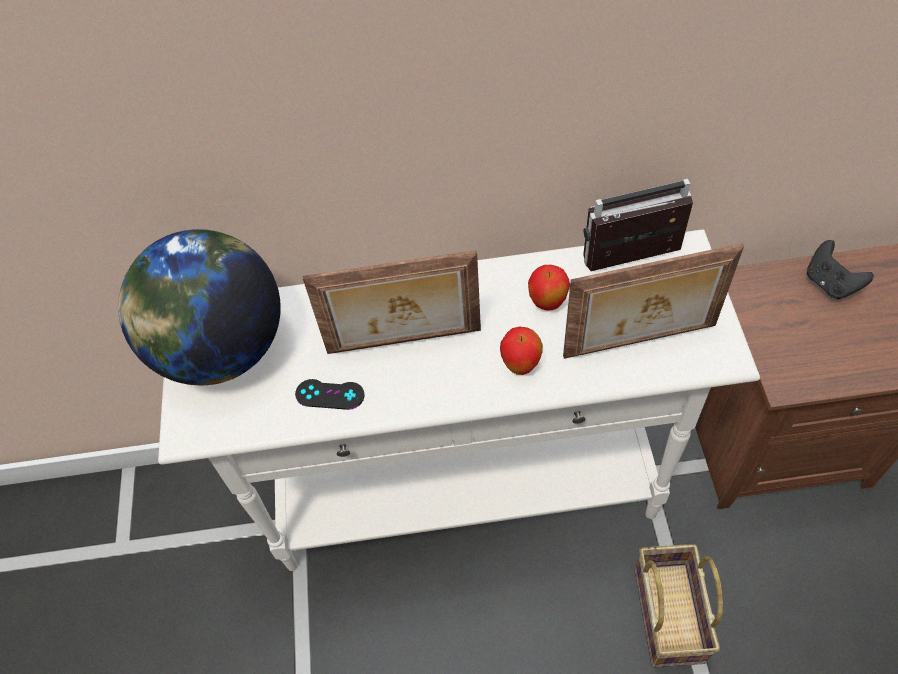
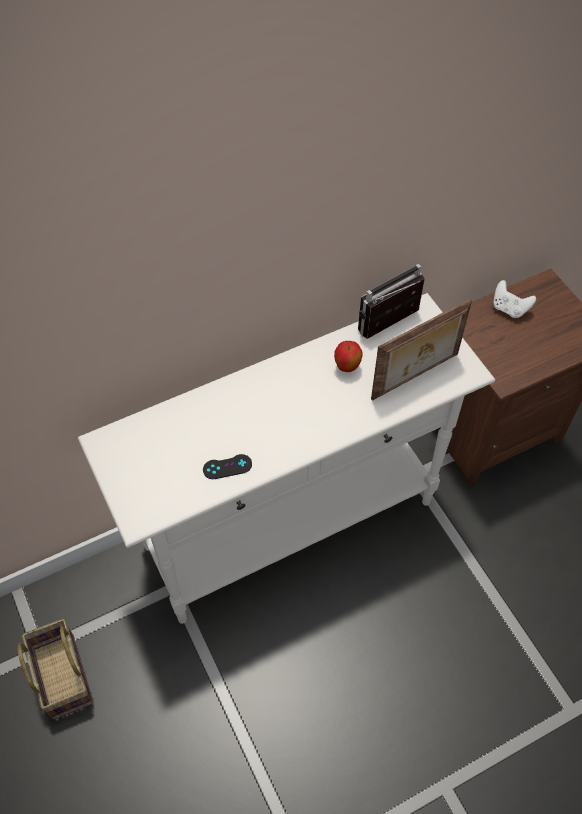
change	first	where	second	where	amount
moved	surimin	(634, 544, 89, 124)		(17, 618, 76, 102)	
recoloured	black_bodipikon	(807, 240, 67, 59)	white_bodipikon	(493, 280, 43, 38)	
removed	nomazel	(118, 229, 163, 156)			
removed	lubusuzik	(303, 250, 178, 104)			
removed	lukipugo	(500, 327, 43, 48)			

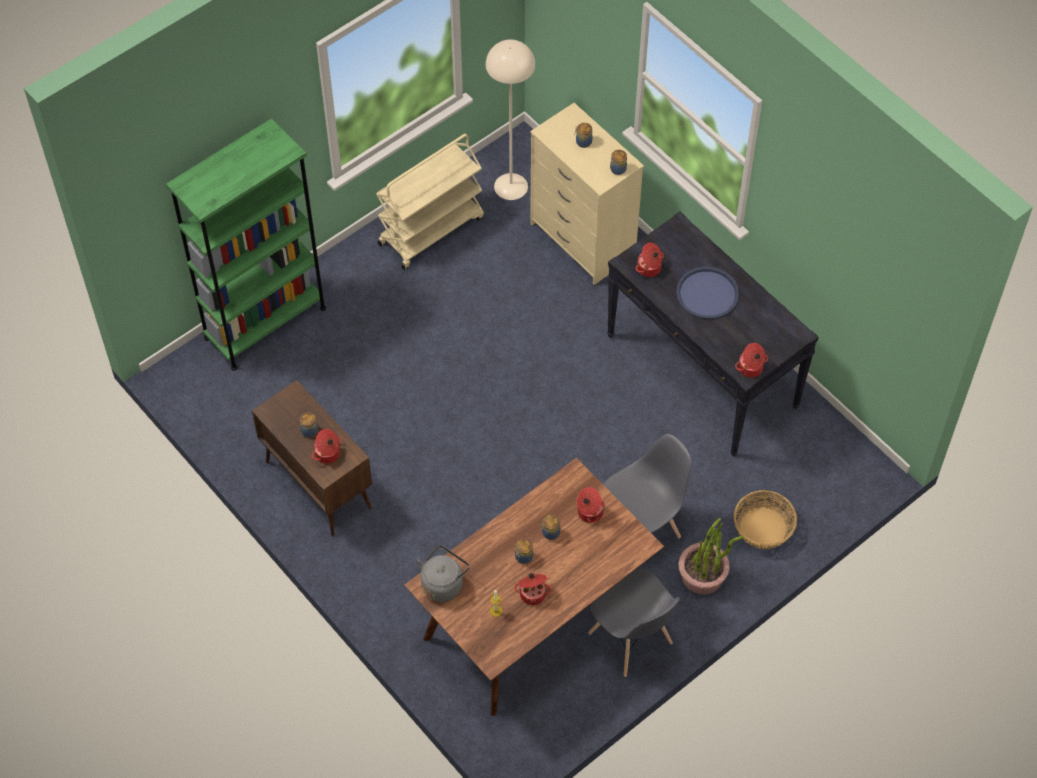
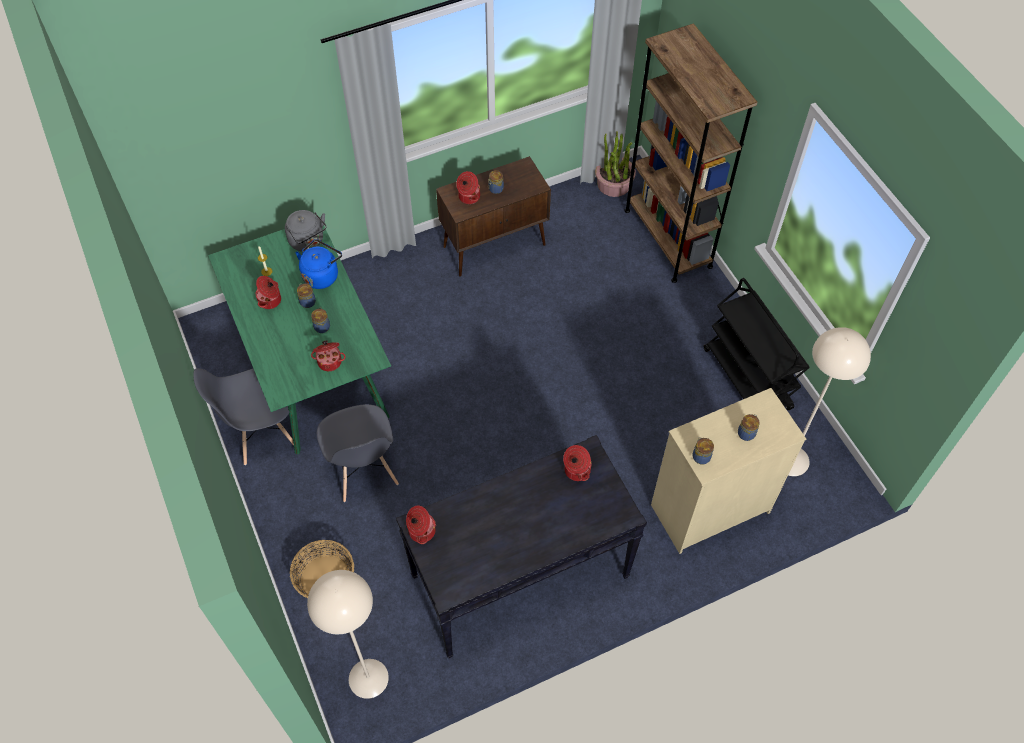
change	first	where	second	where	amount
recoloured	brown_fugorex	(404, 458, 260, 258)	green_fugorex	(208, 219, 183, 235)	
added			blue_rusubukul	(296, 239, 46, 50)	
added			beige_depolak	(307, 570, 82, 129)	
moved	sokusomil	(679, 518, 65, 77)		(595, 131, 41, 66)	
recoloured	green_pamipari	(166, 118, 160, 252)	brown_pamipari	(624, 23, 134, 260)	
recoloured	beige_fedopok	(376, 134, 108, 136)	black_fedopok	(704, 278, 106, 132)	
removed	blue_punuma	(676, 267, 63, 52)			

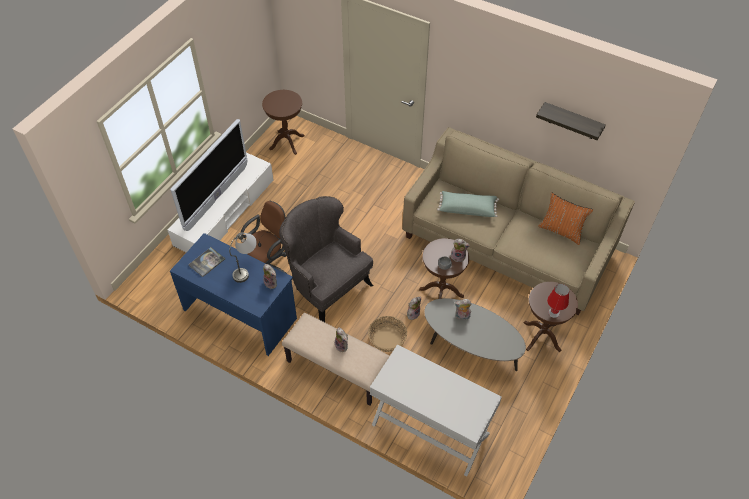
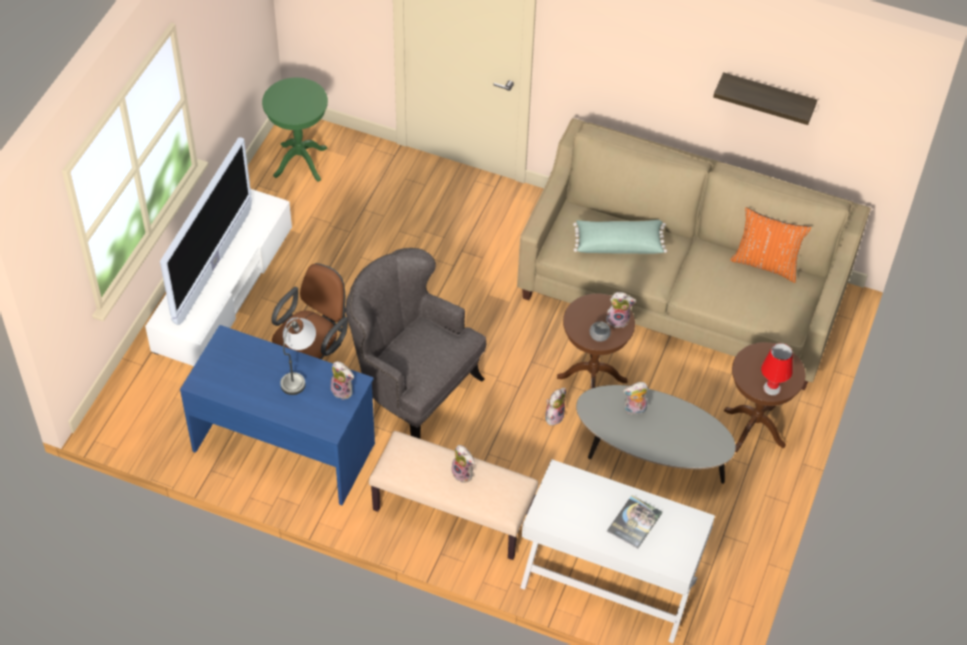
change	first	where	second	where	amount
recoloured	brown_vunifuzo	(262, 90, 43, 65)	green_vunifuzo	(262, 78, 66, 104)	
moved	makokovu	(188, 247, 37, 30)		(607, 495, 55, 53)	
removed	surimin	(368, 316, 39, 36)			

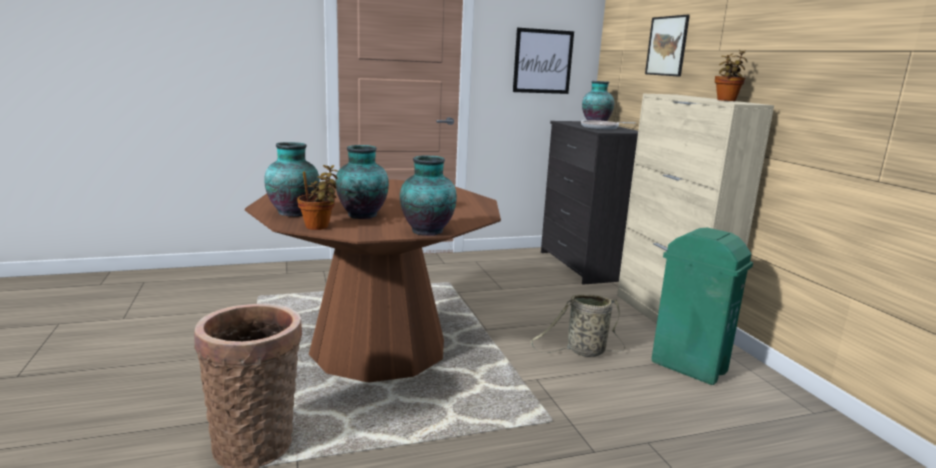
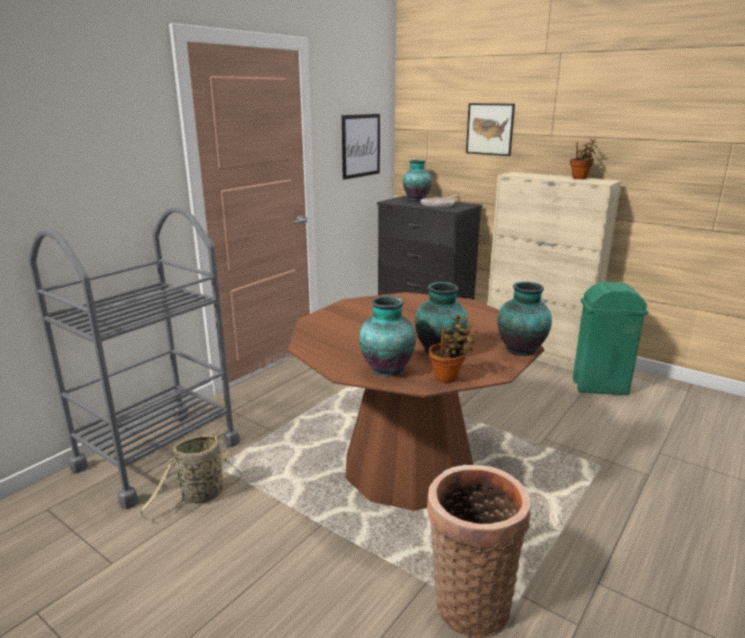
change	first	where	second	where	amount
added			grey_fedopok	(28, 207, 212, 302)	
moved	surimin	(530, 294, 95, 63)		(139, 433, 103, 88)	

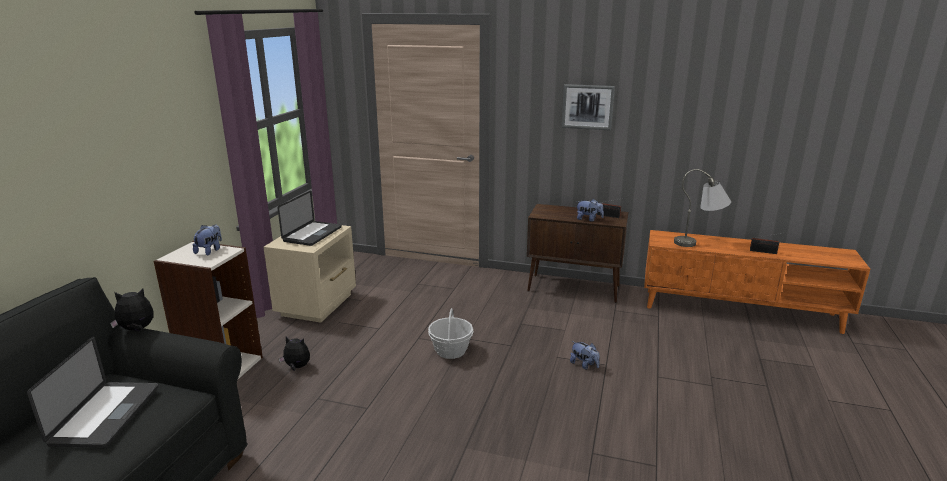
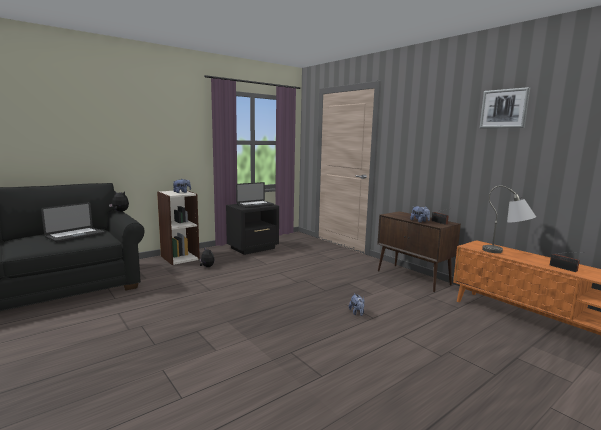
change	first	where	second	where	amount
recoloured	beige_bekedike	(263, 225, 93, 98)	black_bekedike	(226, 204, 53, 51)	
moved	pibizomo	(562, 84, 53, 46)		(480, 87, 50, 41)	
removed	surimin	(428, 308, 46, 51)			

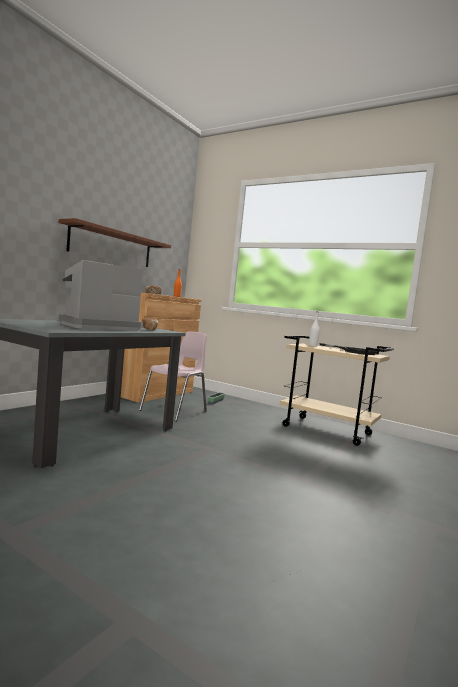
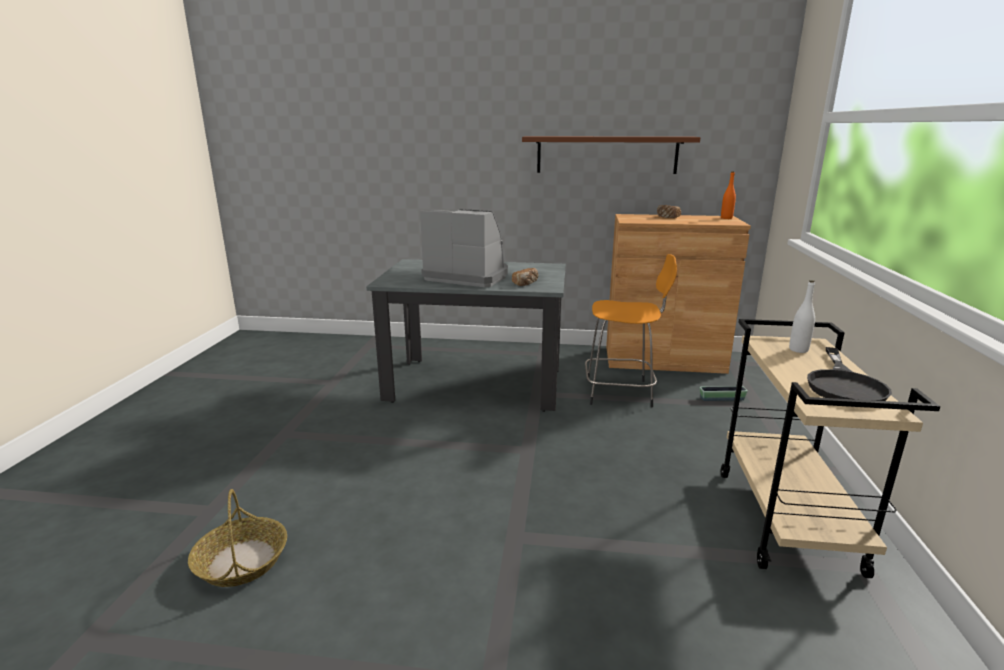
change	first	where	second	where	amount
added			surimin	(188, 489, 99, 98)	
replaced	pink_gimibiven	(139, 331, 68, 90)	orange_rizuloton	(585, 254, 92, 153)	

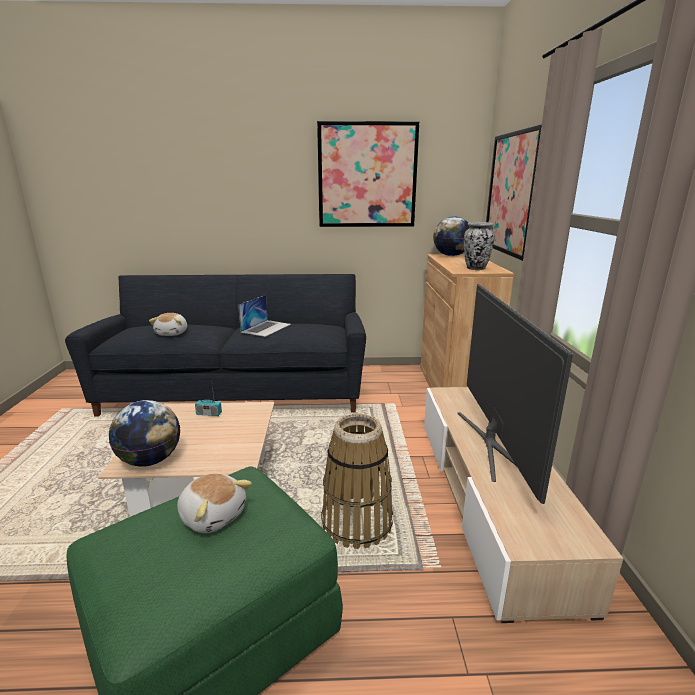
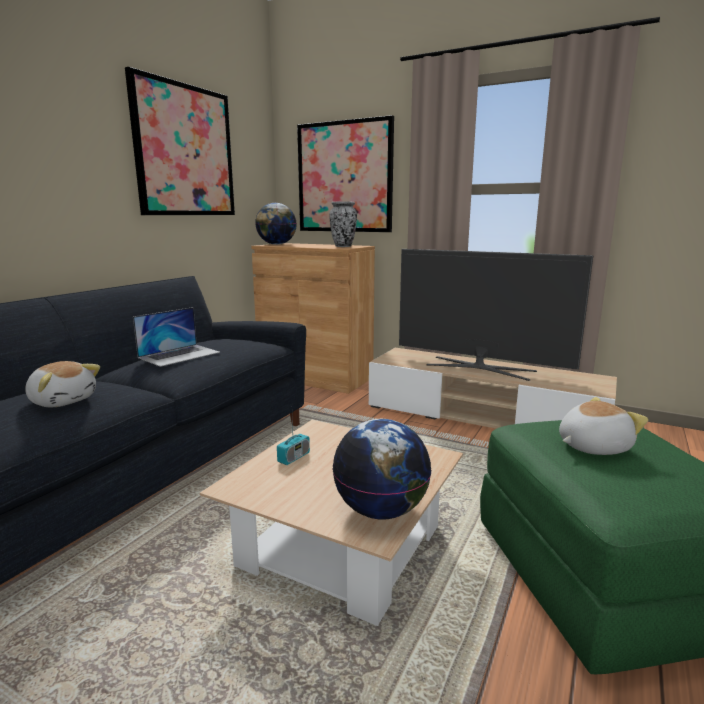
change	first	where	second	where	amount
turned	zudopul	(238, 295, 53, 42)		(133, 307, 87, 60)	75 degrees clockwise
removed	surimin	(321, 414, 72, 135)			

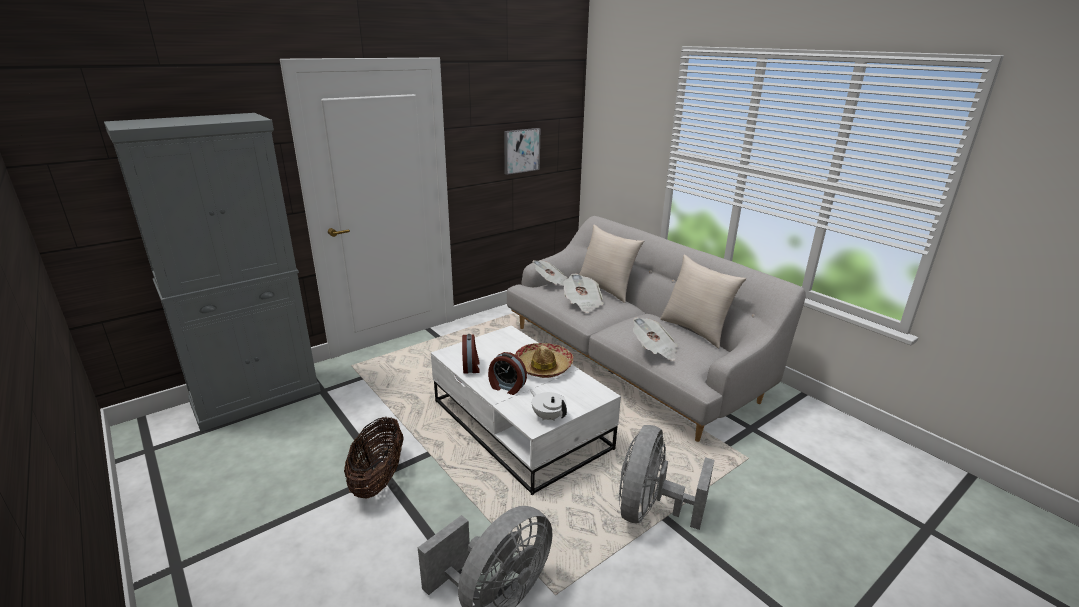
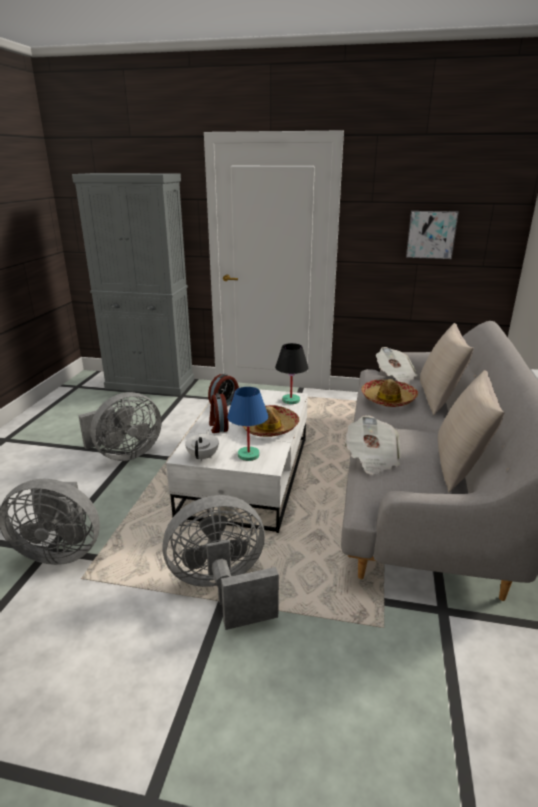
change	first	where	second	where	amount
replaced	surimin	(344, 417, 60, 82)	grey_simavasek	(78, 392, 83, 69)	
added			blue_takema	(227, 387, 41, 74)	
added			black_takema	(275, 343, 33, 61)	
replaced	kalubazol	(563, 274, 41, 39)	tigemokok	(361, 379, 57, 28)	

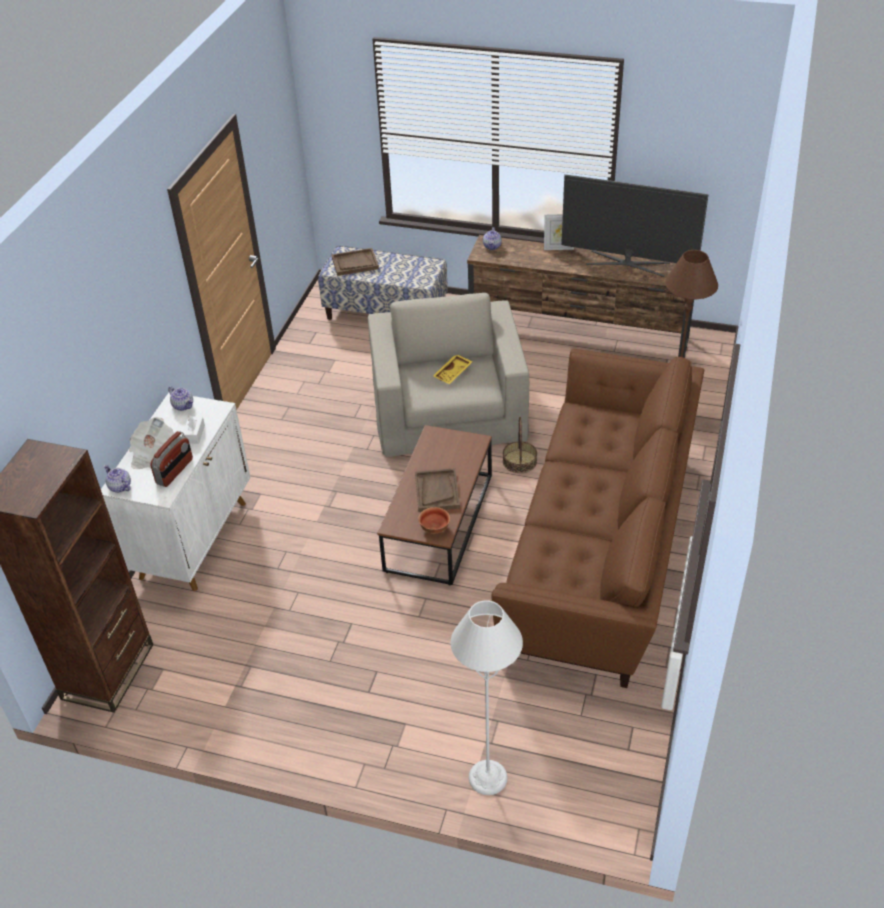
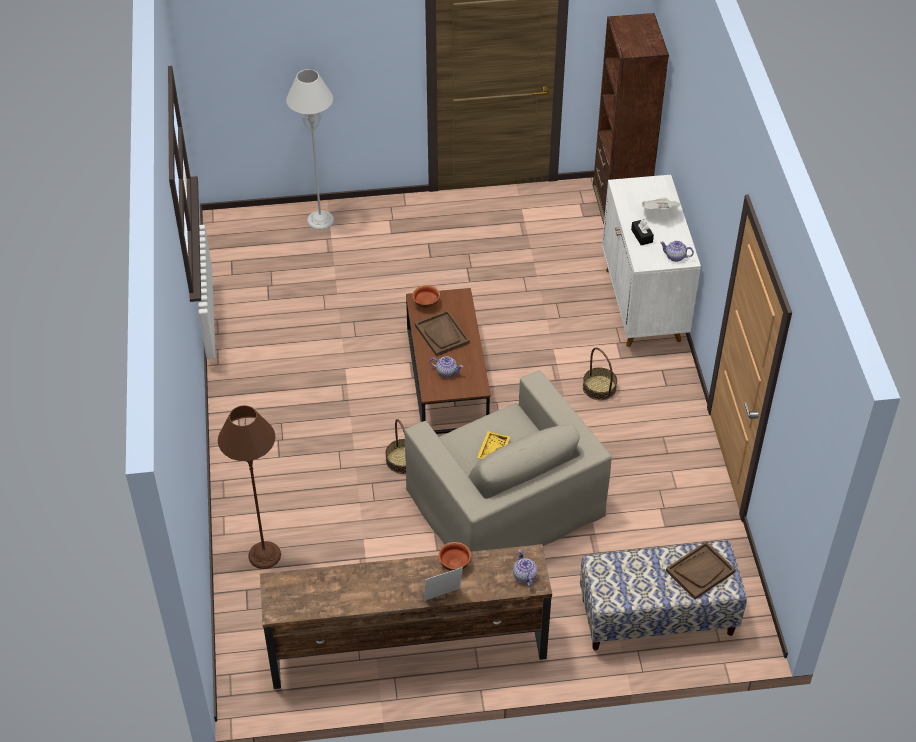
change	first	where	second	where	amount
moved	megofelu	(104, 465, 27, 28)		(430, 356, 33, 21)	
added			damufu	(438, 542, 33, 29)	
added			surimin	(583, 347, 34, 53)	
recoloured	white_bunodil	(182, 415, 23, 29)	black_bunodil	(631, 219, 23, 26)	
removed	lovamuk	(150, 431, 43, 56)			
removed	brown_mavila	(491, 349, 213, 339)			
removed	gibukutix	(561, 174, 148, 103)			

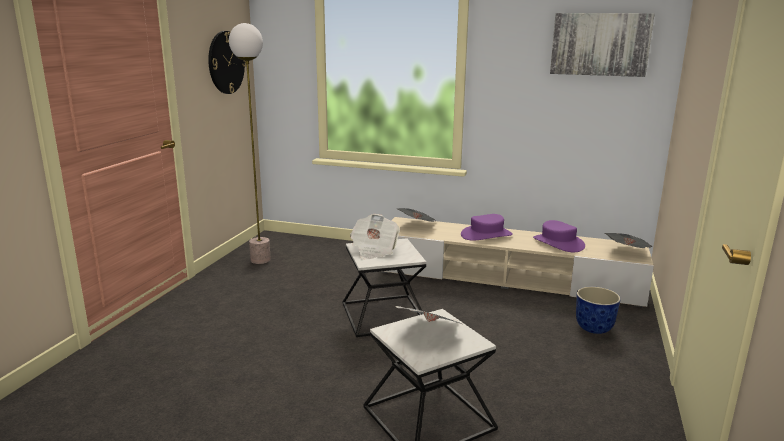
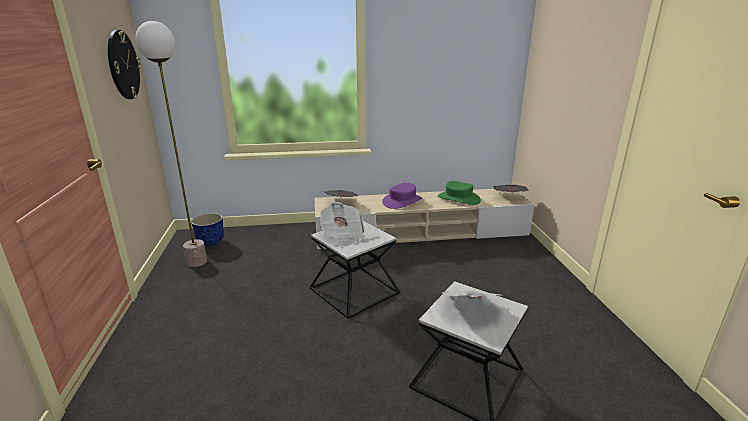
change	first	where	second	where	amount
moved	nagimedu	(576, 287, 45, 47)		(191, 213, 33, 33)	
recoloured	purple_tigemokok	(533, 220, 52, 32)	green_tigemokok	(438, 181, 43, 24)	
removed	pibizomo	(550, 13, 105, 64)			

